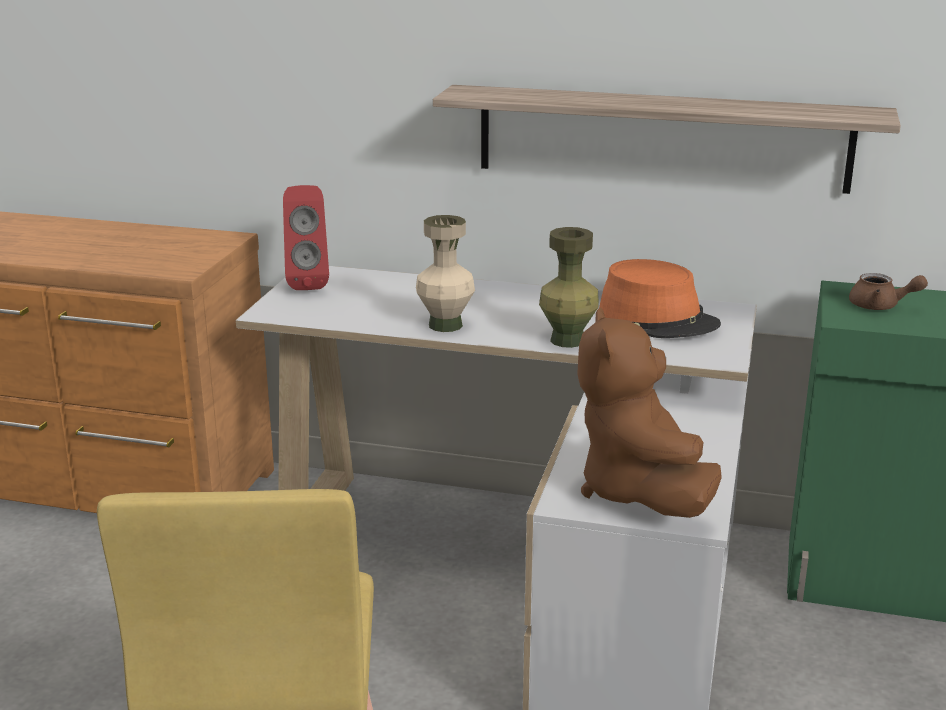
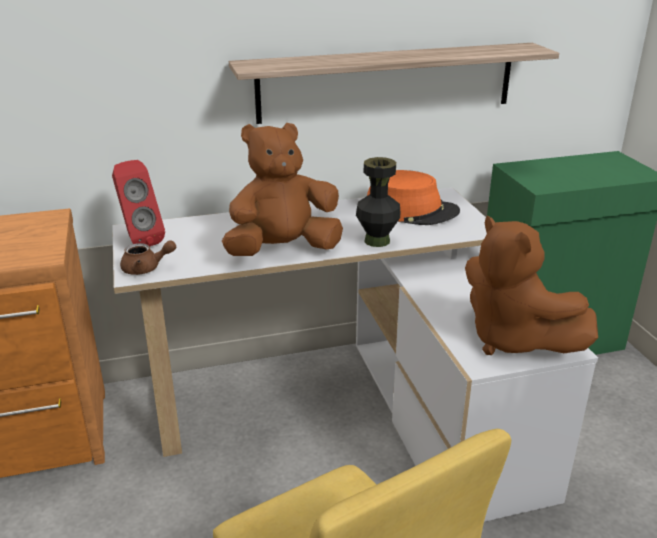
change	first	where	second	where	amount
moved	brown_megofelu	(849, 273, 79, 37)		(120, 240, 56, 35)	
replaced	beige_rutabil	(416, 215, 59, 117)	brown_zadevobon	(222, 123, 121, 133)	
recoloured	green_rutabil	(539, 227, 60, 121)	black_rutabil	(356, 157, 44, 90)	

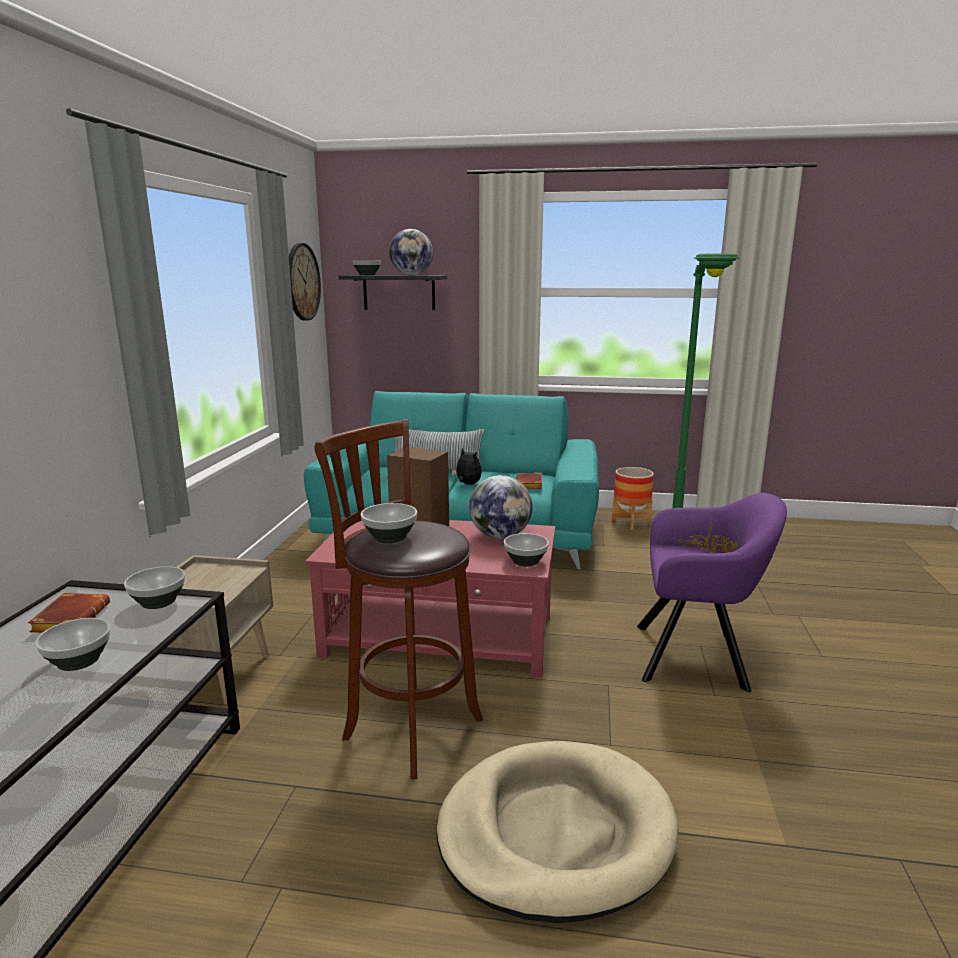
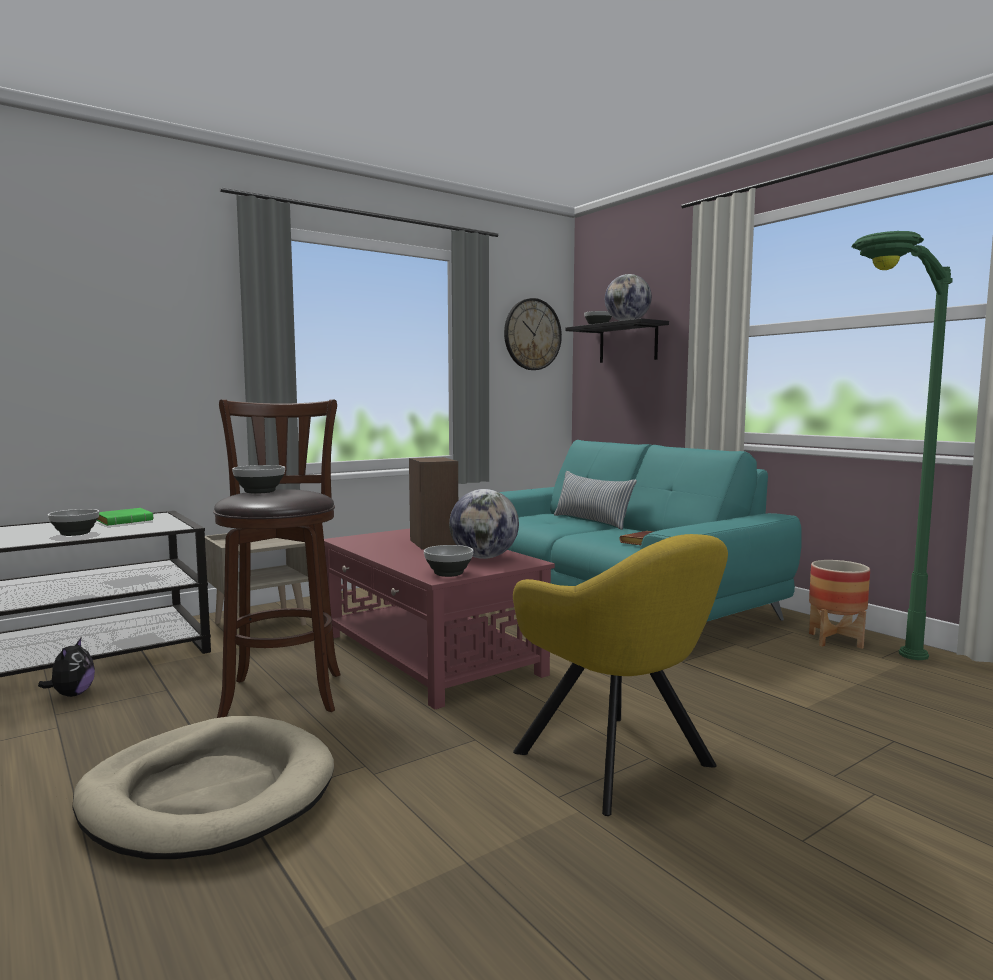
change	first	where	second	where	amount
moved	zadevobon	(452, 448, 30, 37)		(38, 638, 57, 59)	
recoloured	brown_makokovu	(28, 593, 82, 40)	green_makokovu	(97, 508, 56, 18)	
recoloured	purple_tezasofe	(637, 493, 150, 199)	yellow_tezasofe	(513, 534, 215, 282)	
removed	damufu	(124, 566, 61, 43)			

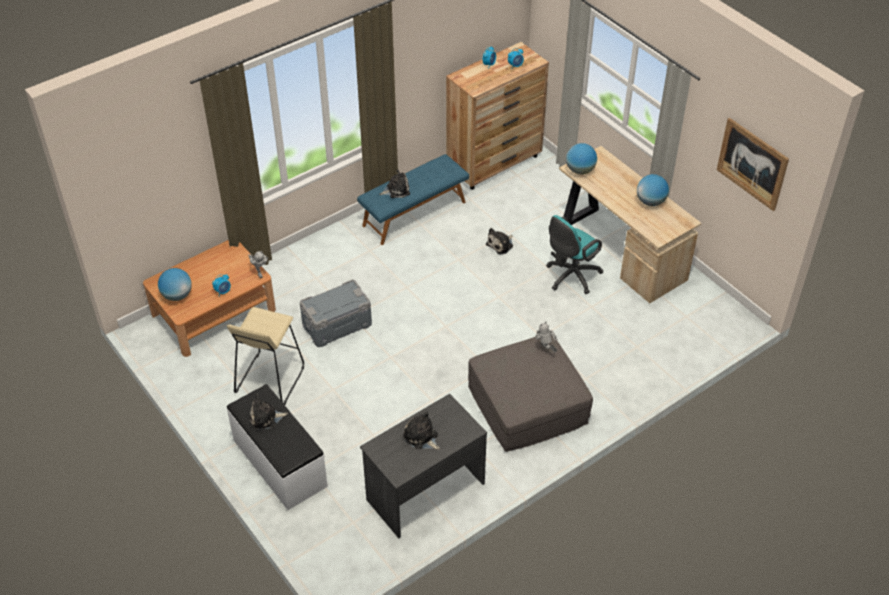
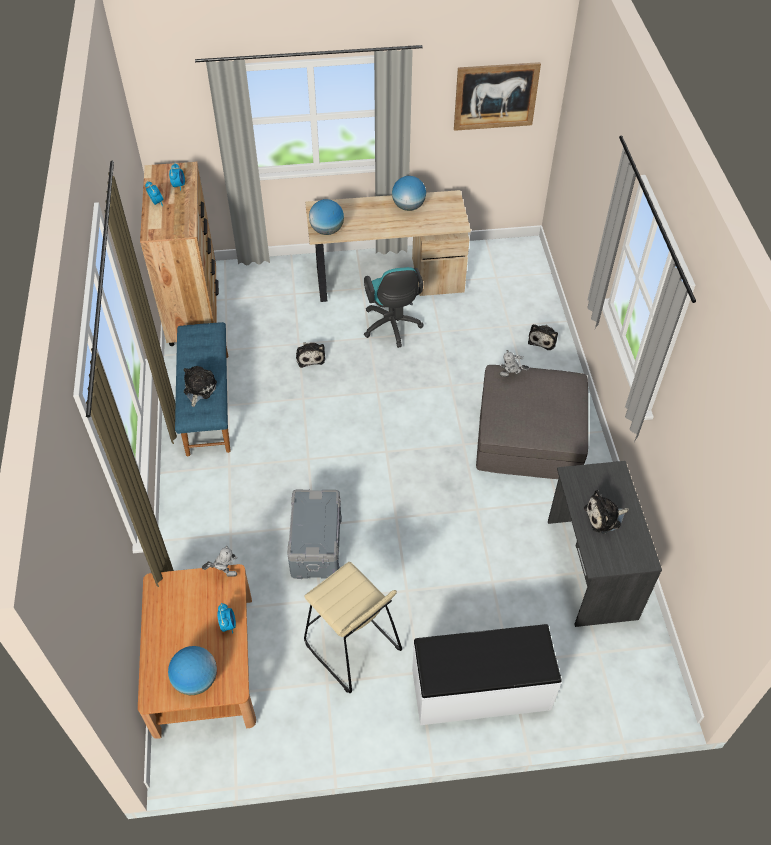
change	first	where	second	where	amount
moved	zadevobon	(250, 394, 38, 36)		(528, 324, 30, 26)	

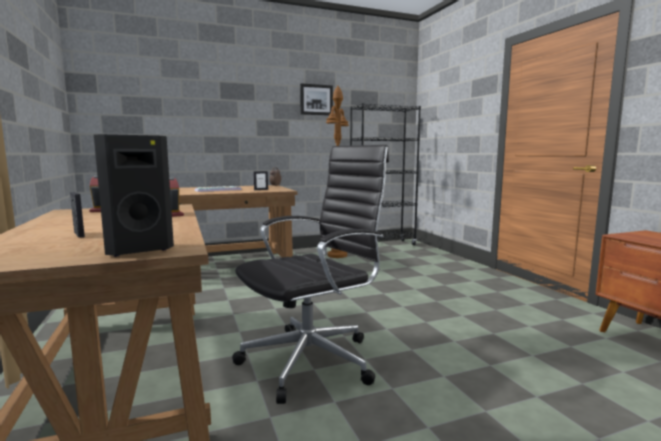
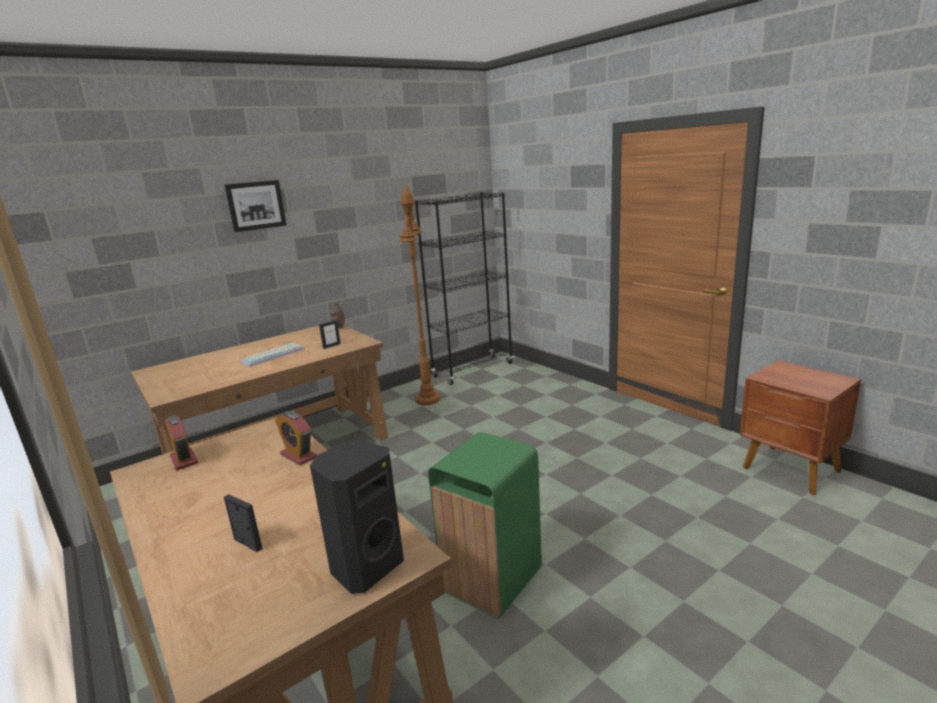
change	first	where	second	where	amount
moved	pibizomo	(300, 83, 33, 33)		(224, 180, 63, 52)	
replaced	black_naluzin	(232, 145, 157, 259)	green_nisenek	(429, 432, 113, 186)	

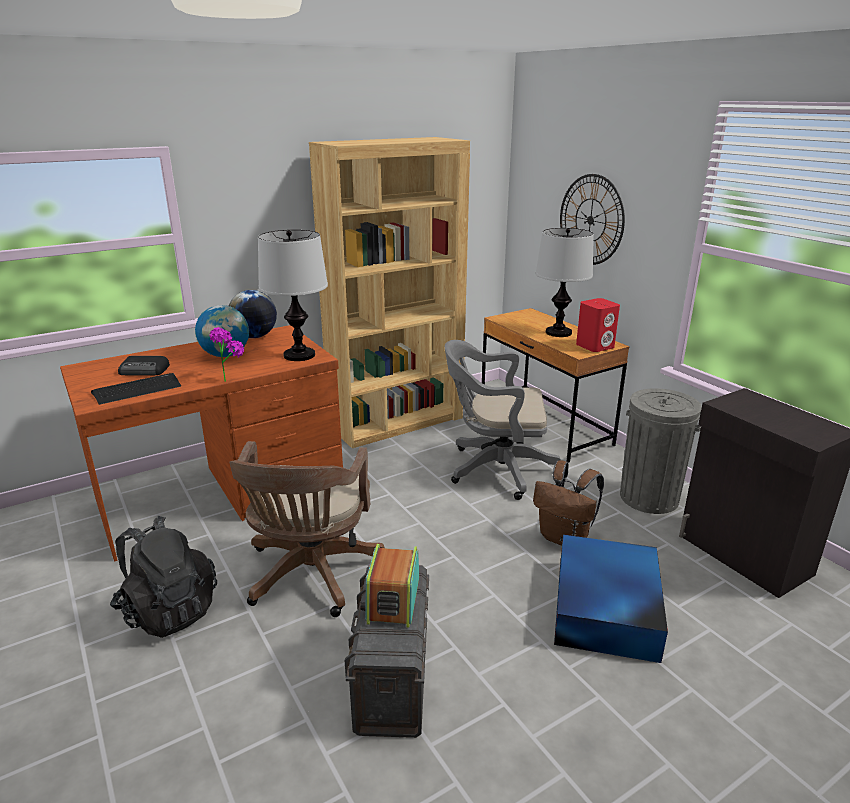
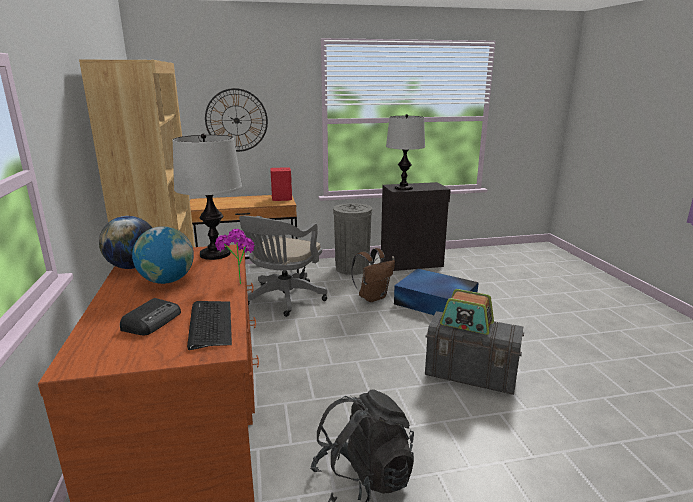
change	first	where	second	where	amount
moved	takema	(536, 228, 58, 109)		(386, 114, 39, 76)	
removed	brown_naluzin	(229, 441, 156, 176)			

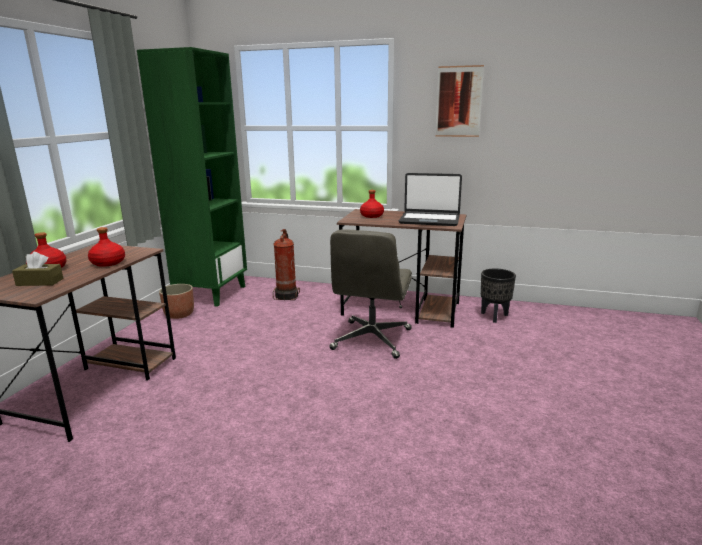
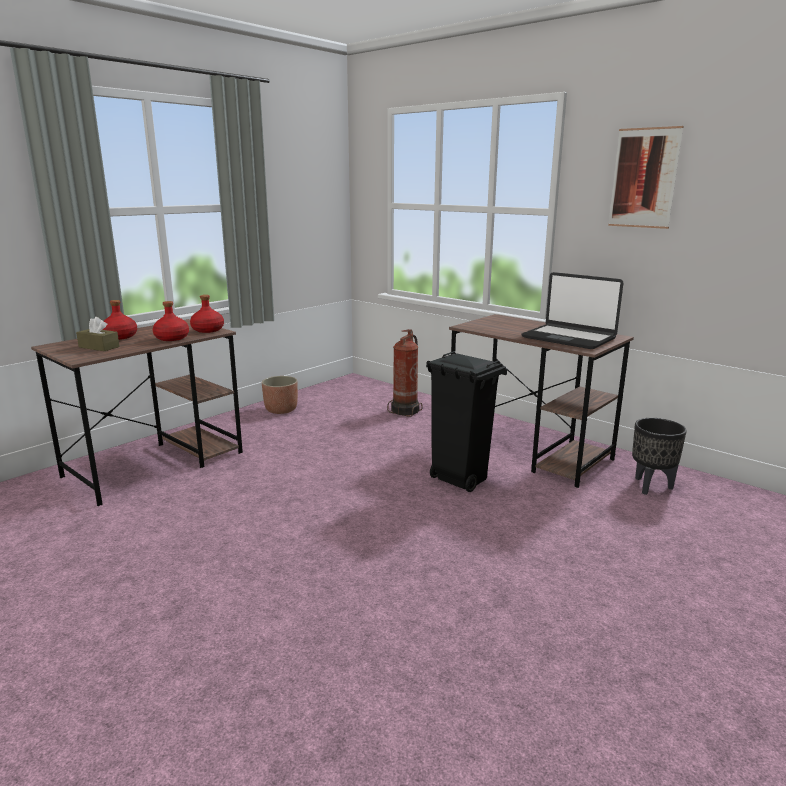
change	first	where	second	where	amount
moved	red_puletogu	(360, 190, 24, 28)		(190, 295, 34, 38)	
replaced	grey_naluzin	(329, 230, 83, 129)	black_nisenek	(426, 351, 81, 141)	
removed	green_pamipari	(137, 47, 110, 260)			

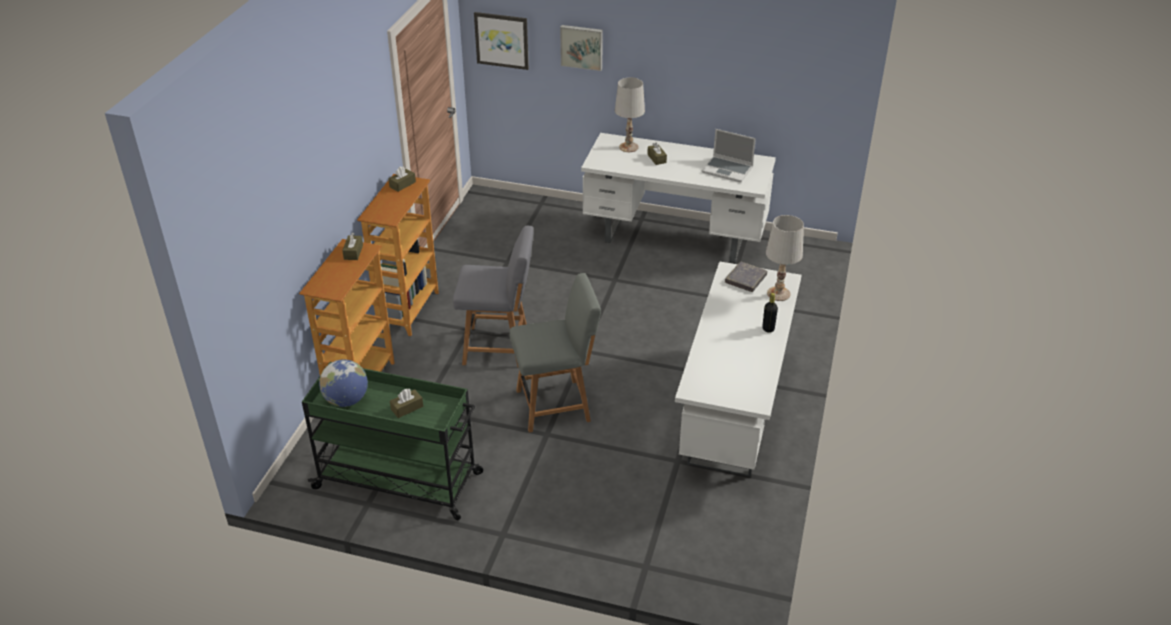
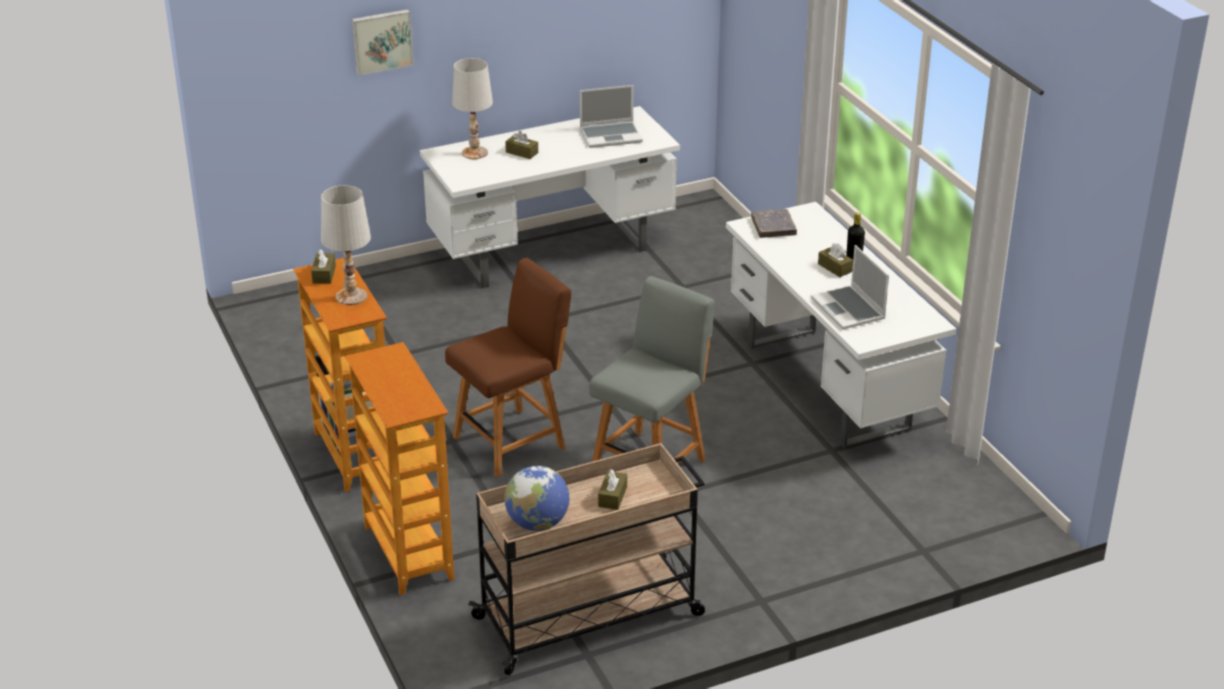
change	first	where	second	where	amount
moved	white_takema	(766, 215, 38, 86)		(321, 185, 50, 120)	
recoloured	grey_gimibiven	(453, 226, 81, 142)	brown_gimibiven	(445, 258, 126, 219)	
recoloured	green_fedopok	(302, 362, 181, 159)	beige_fedopok	(468, 443, 237, 232)	
added			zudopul	(811, 245, 78, 84)	
moved	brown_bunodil	(342, 233, 21, 27)		(818, 243, 35, 34)	
removed	pibizomo	(474, 12, 55, 58)			

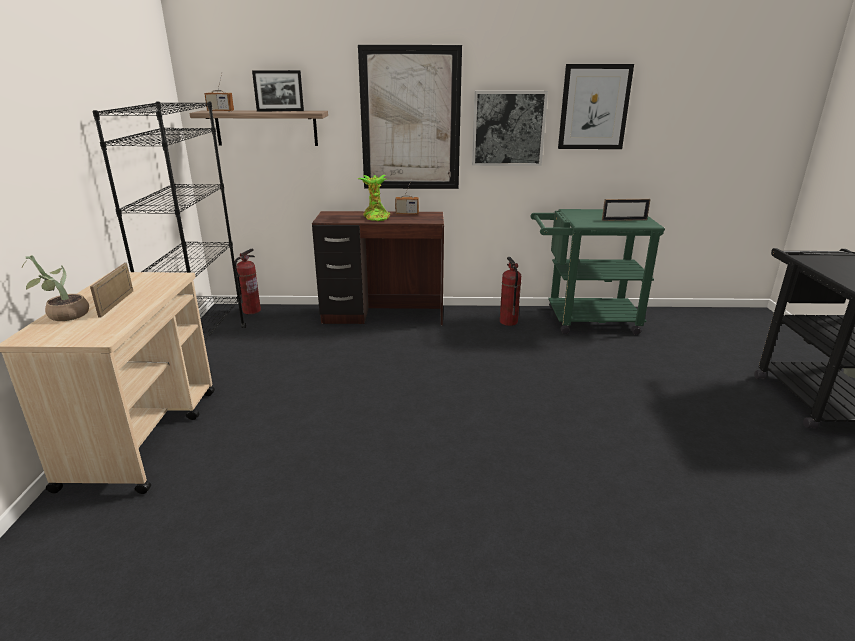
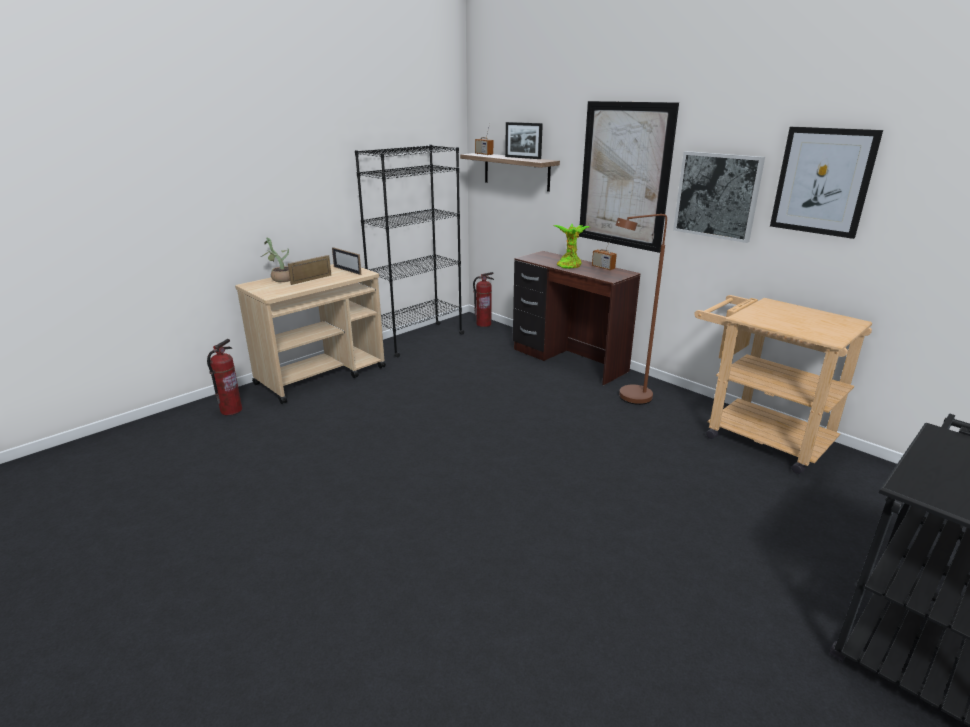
change	first	where	second	where	amount
moved	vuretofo	(500, 257, 21, 69)		(207, 339, 35, 76)	
moved	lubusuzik	(602, 199, 49, 22)		(332, 247, 29, 28)	
added			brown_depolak	(616, 214, 51, 191)	
recoloured	green_fedopok	(531, 209, 134, 126)	beige_fedopok	(694, 295, 178, 179)	

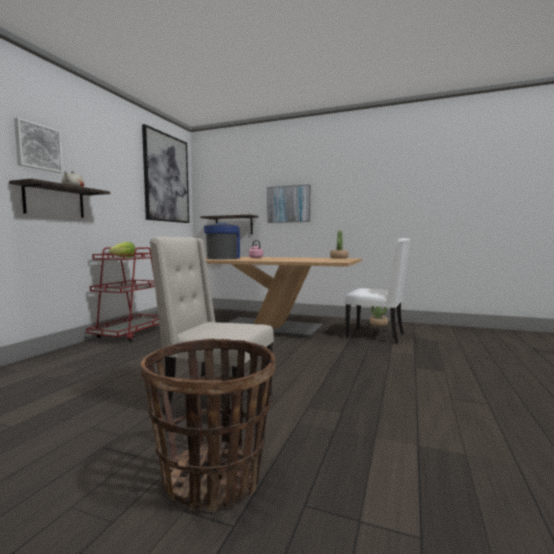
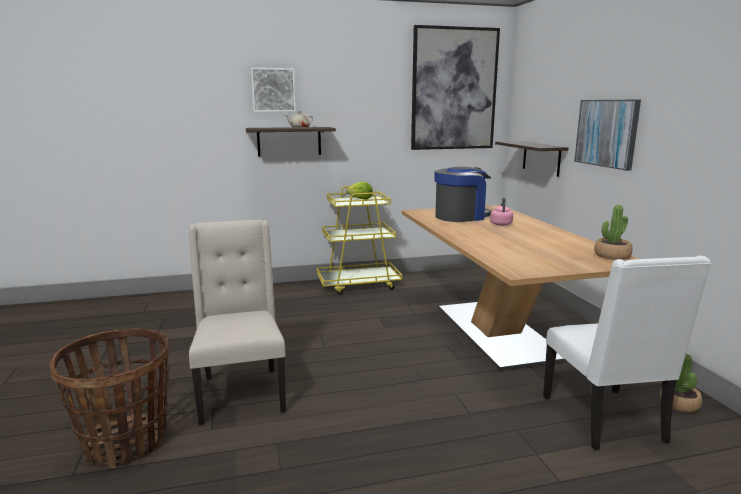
change	first	where	second	where	amount
recoloured	red_fedopok	(86, 247, 73, 95)	yellow_fedopok	(317, 186, 85, 109)	

